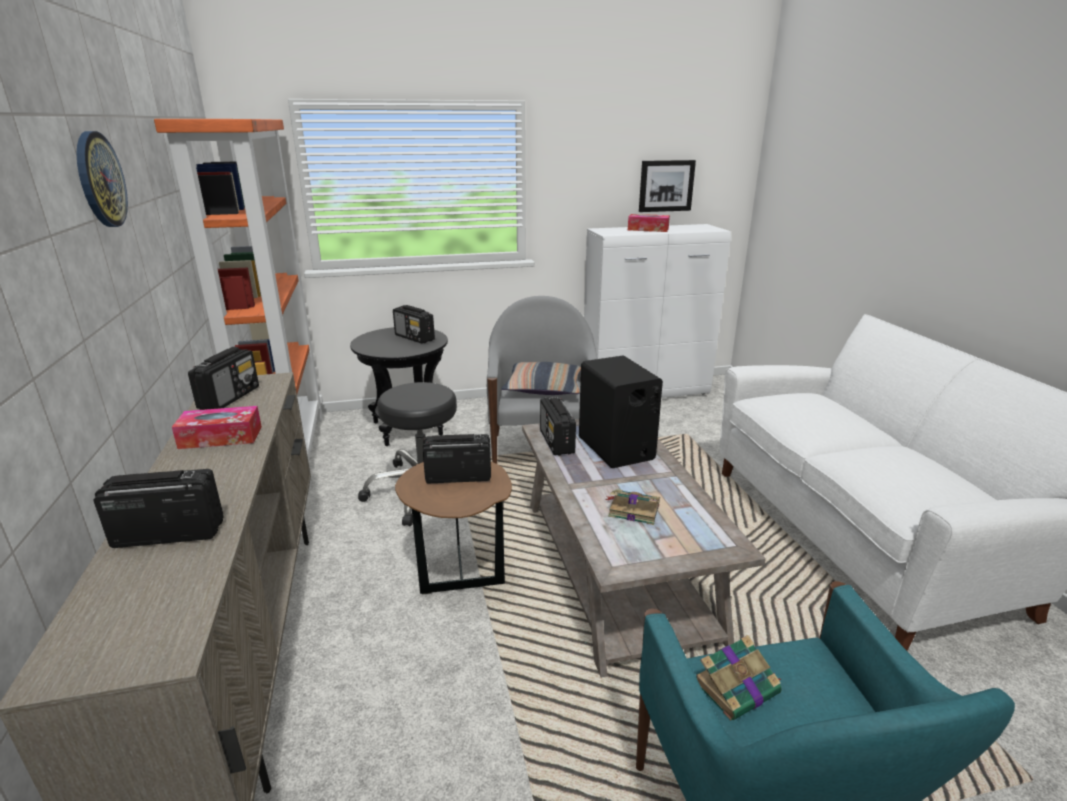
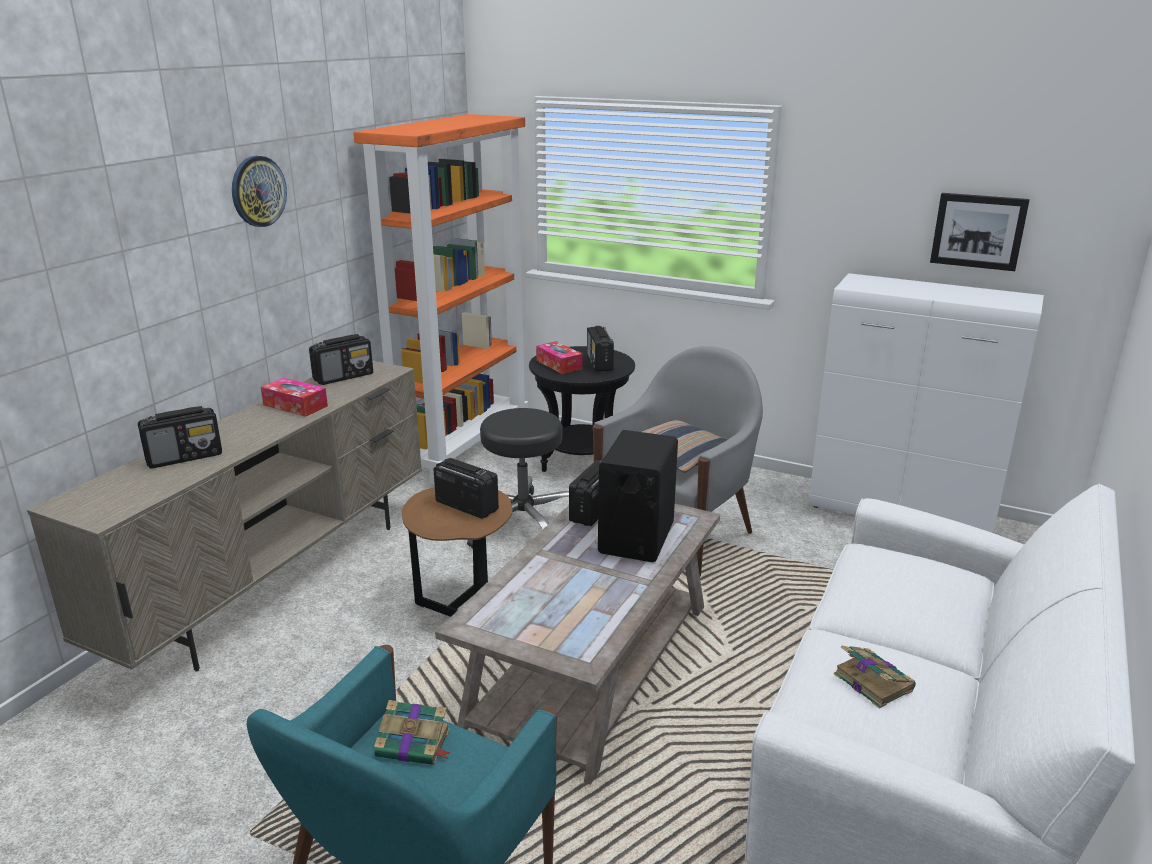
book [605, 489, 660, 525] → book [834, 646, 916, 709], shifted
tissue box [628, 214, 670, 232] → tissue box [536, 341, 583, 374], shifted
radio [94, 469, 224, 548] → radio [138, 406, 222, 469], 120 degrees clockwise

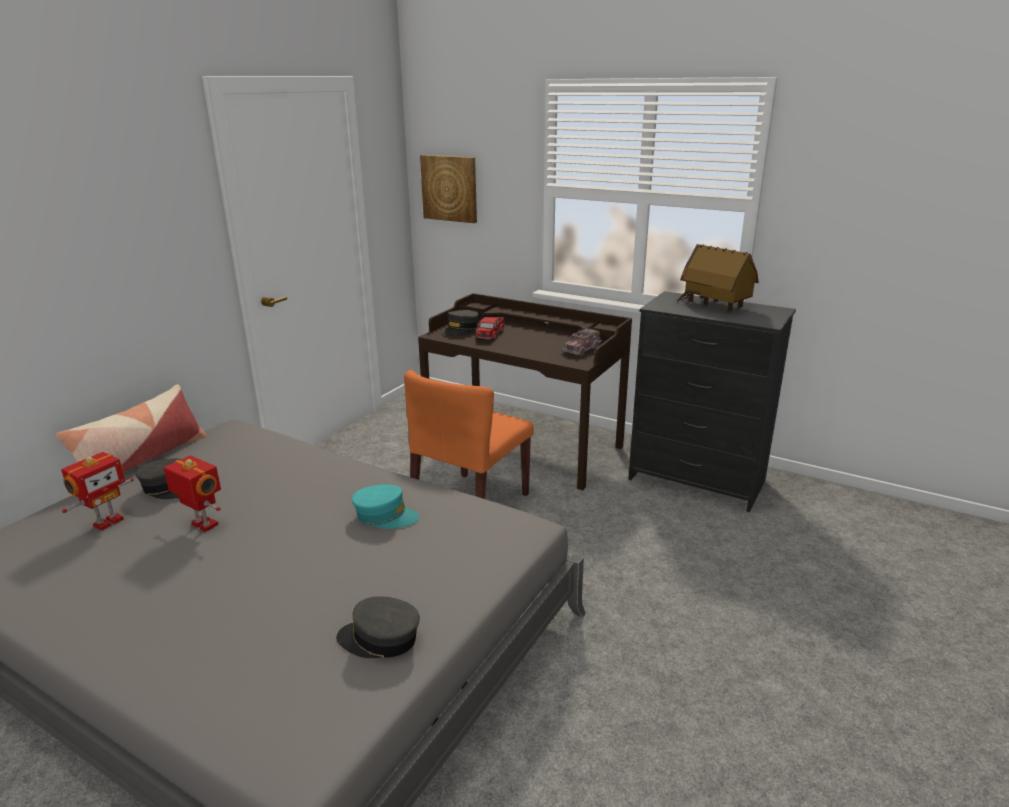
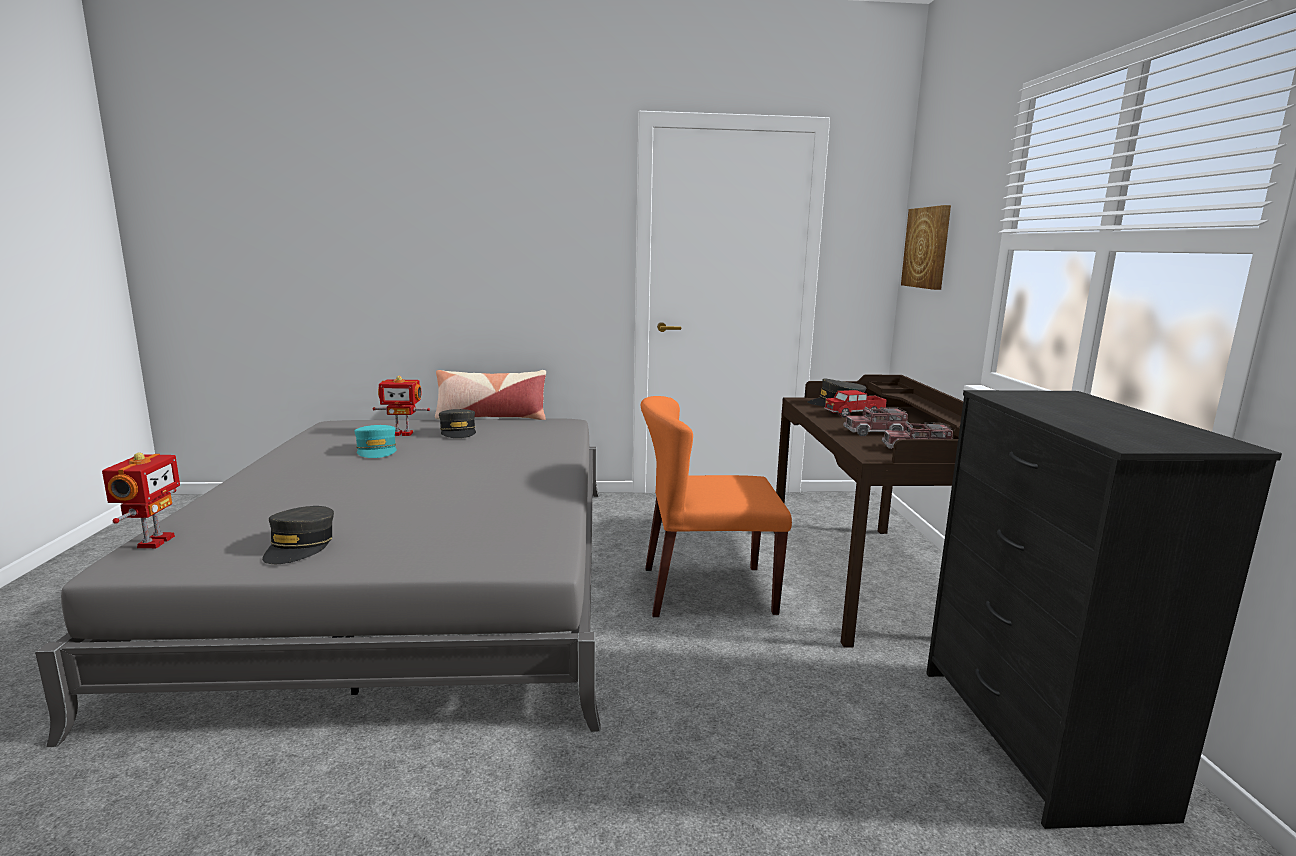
toy house [677, 244, 759, 311] → -
- → toy truck [843, 407, 909, 436]
toy robot [164, 455, 221, 532] → toy robot [102, 452, 180, 548], shifted
cap (turquoise) [352, 484, 419, 529] → cap (turquoise) [354, 425, 397, 458], shifted
cap (grey) [336, 596, 420, 658] → cap (grey) [262, 506, 334, 564], 150 degrees counterclockwise

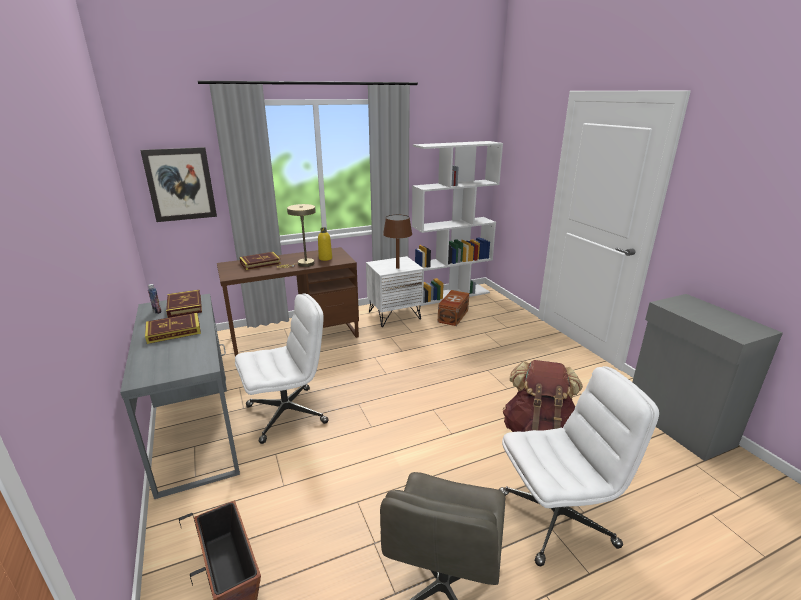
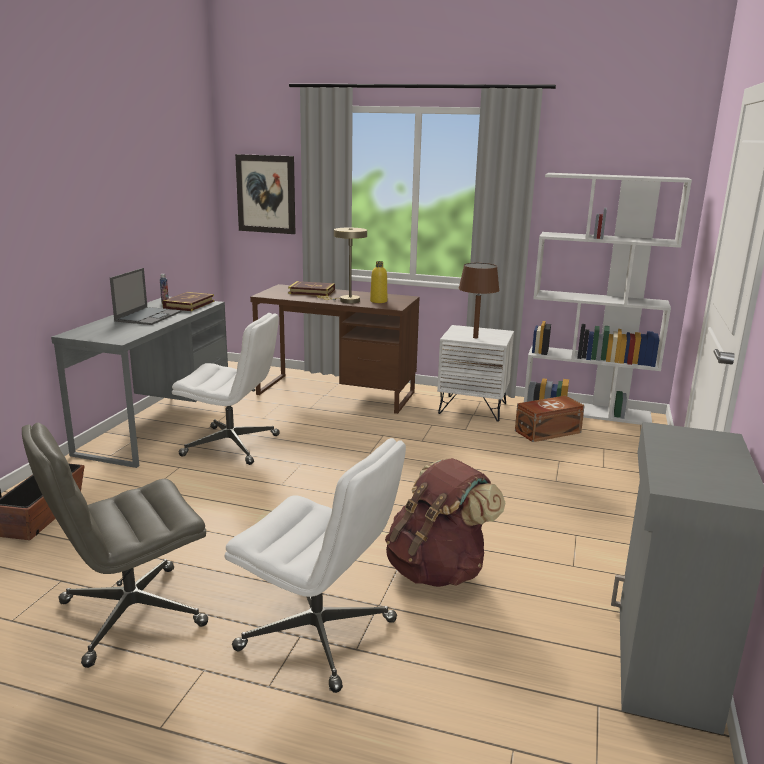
book [145, 313, 201, 344] → laptop [110, 268, 182, 325]

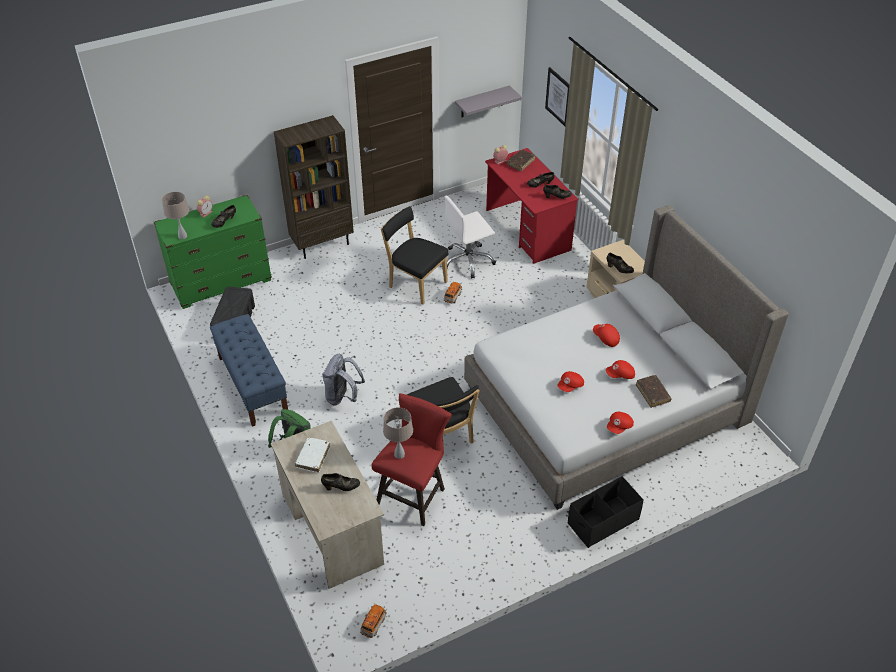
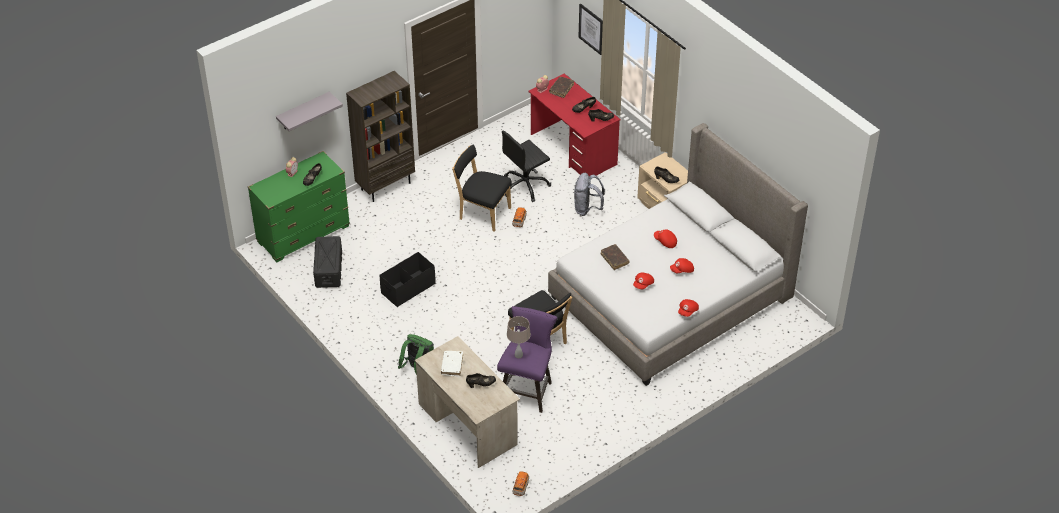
table lamp (beige) [162, 192, 189, 239] → -
bench (blue) [210, 314, 288, 427] → -
backpack (grey) [322, 354, 365, 406] → backpack (grey) [574, 173, 605, 216], shifted
shelf (grey) [455, 85, 522, 117] → shelf (grey) [276, 92, 343, 131], shifted
storage box (black) [568, 476, 644, 548] → storage box (black) [380, 252, 436, 307], shifted
book (brown) [636, 375, 672, 408] → book (brown) [601, 244, 630, 270], shifted
stool (red) [371, 393, 452, 526] → stool (purple) [497, 306, 557, 413]
office chair (white) [445, 196, 496, 279] → office chair (black) [502, 130, 551, 202]

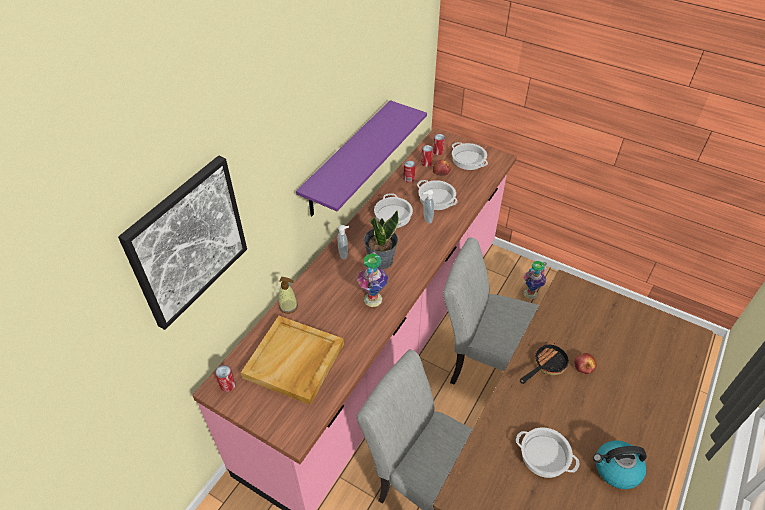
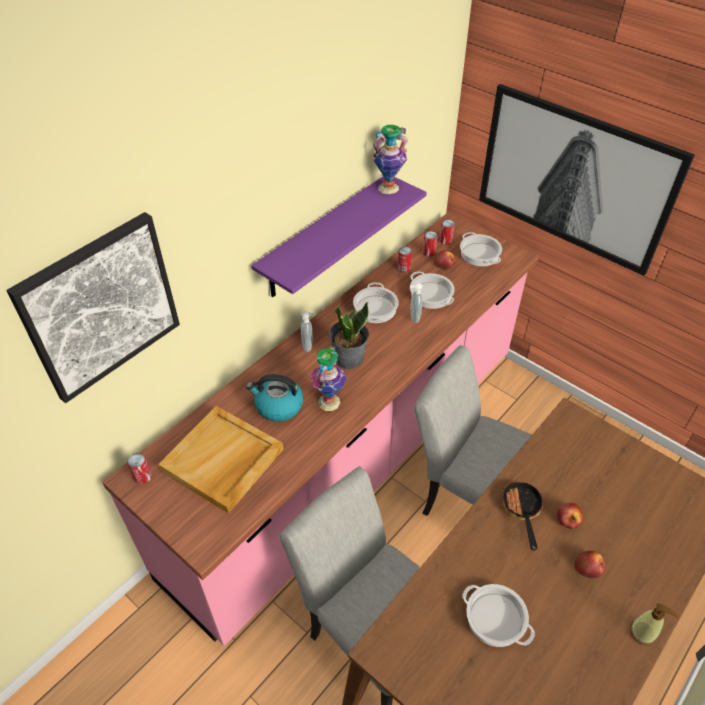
- → picture [479, 84, 695, 276]
- → apple [575, 551, 605, 578]
soap dispenser [279, 277, 298, 314] → soap dispenser [630, 603, 678, 646], shifted
vase [523, 261, 547, 299] → vase [373, 125, 408, 194], shifted
kettle [593, 440, 647, 489] → kettle [246, 374, 303, 422], shifted
frying pan [520, 342, 570, 384] → frying pan [502, 482, 543, 551], 60 degrees counterclockwise

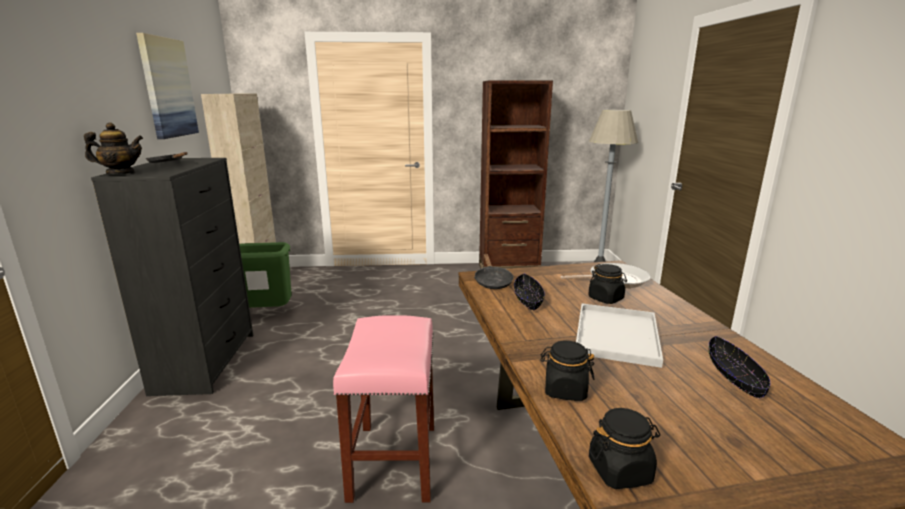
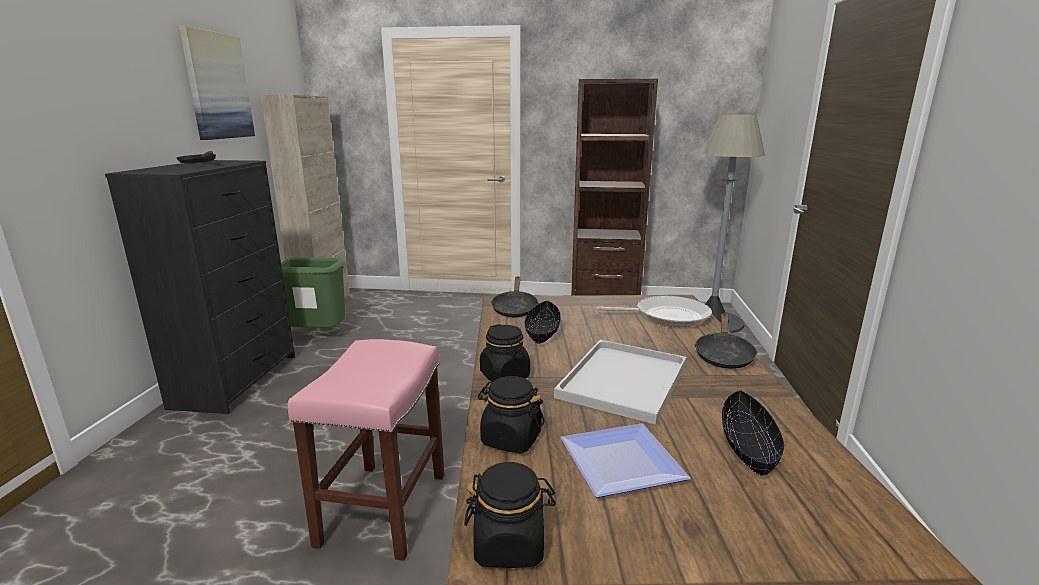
teapot [84, 122, 143, 174] → -
- → plate [560, 424, 690, 498]
- → frying pan (black) [694, 313, 758, 369]
jar (black) [588, 264, 627, 304] → jar (black) [480, 324, 530, 382], shifted

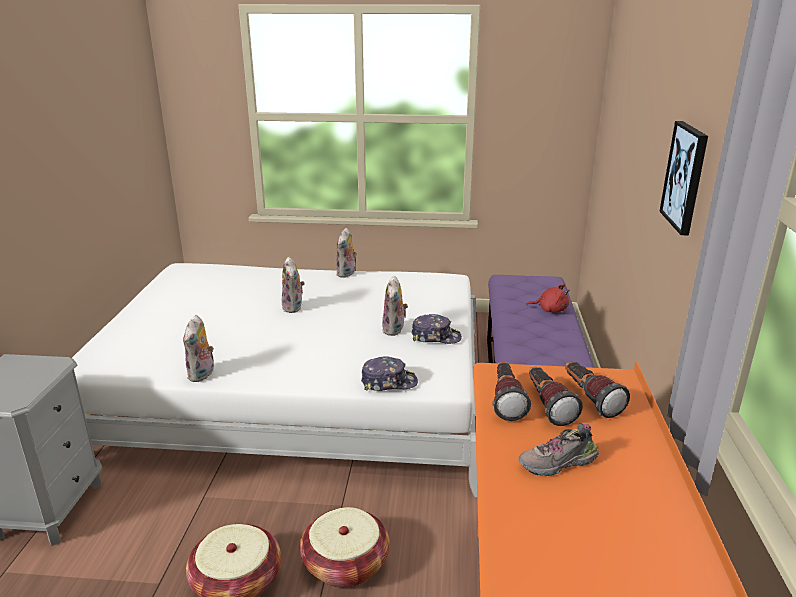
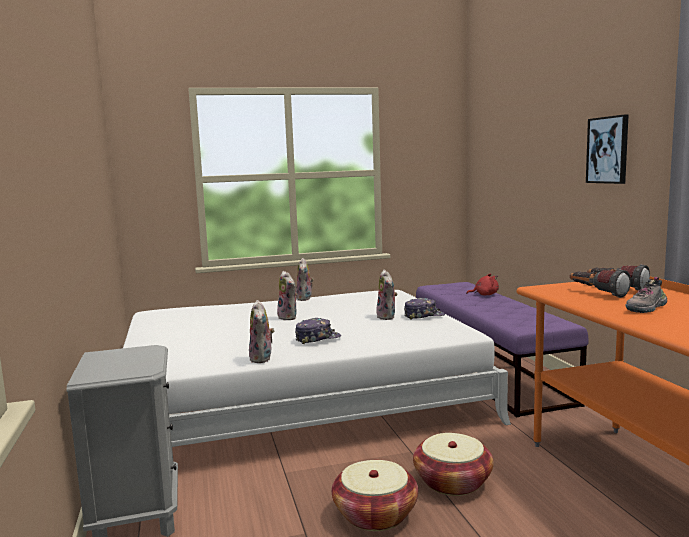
flashlight [492, 362, 531, 421] → -
cap [361, 356, 418, 391] → cap [295, 318, 341, 344], shifted

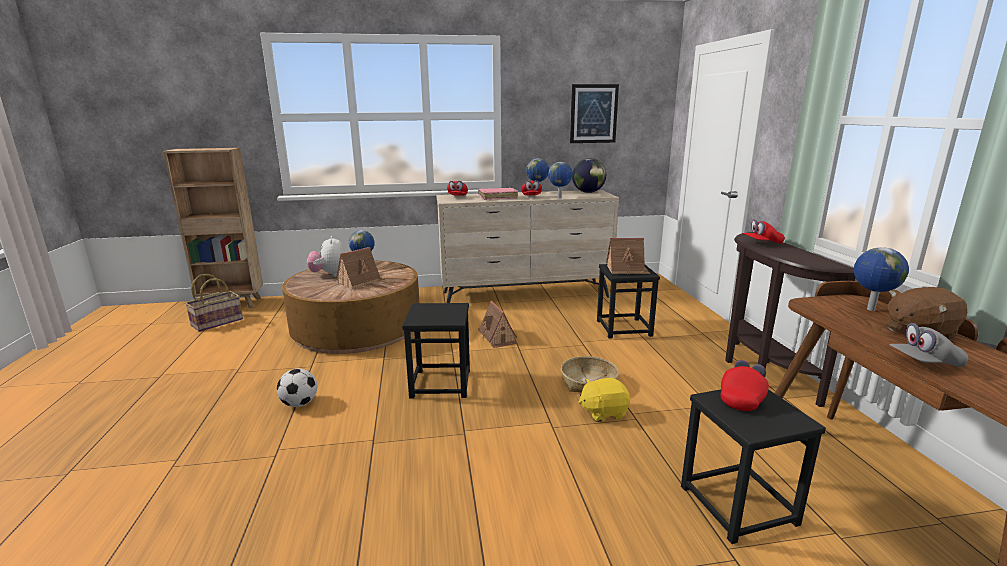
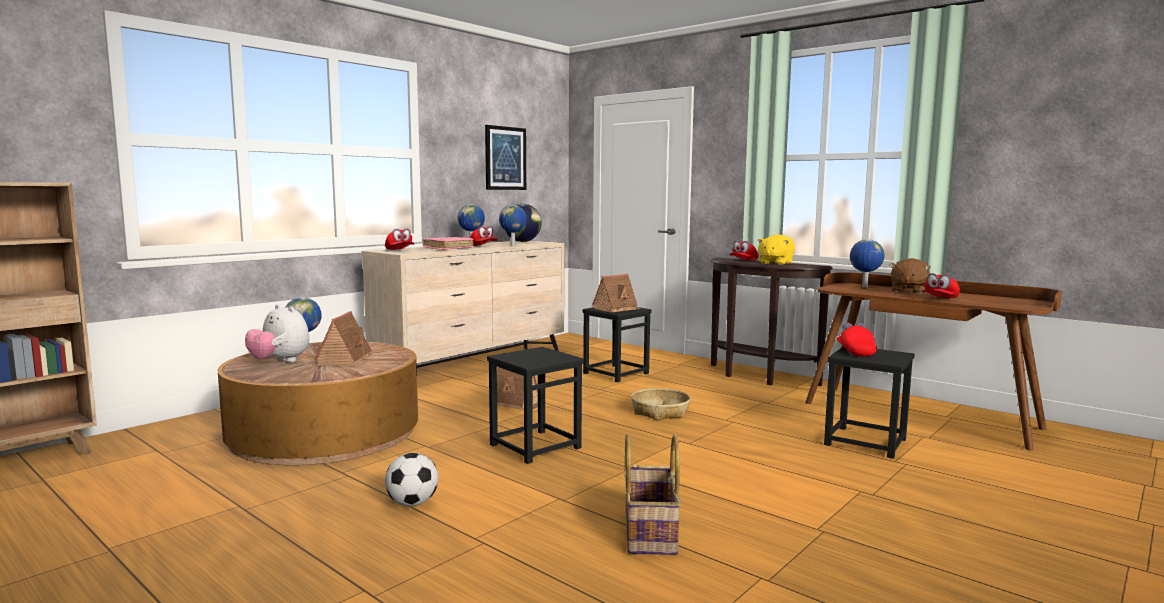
basket [185, 274, 243, 332] → basket [625, 434, 681, 555], shifted
plush toy (yellow) [578, 378, 630, 422] → plush toy (yellow) [757, 235, 795, 265], shifted
cap (grey) [889, 323, 969, 367] → cap (red) [923, 273, 960, 298]

